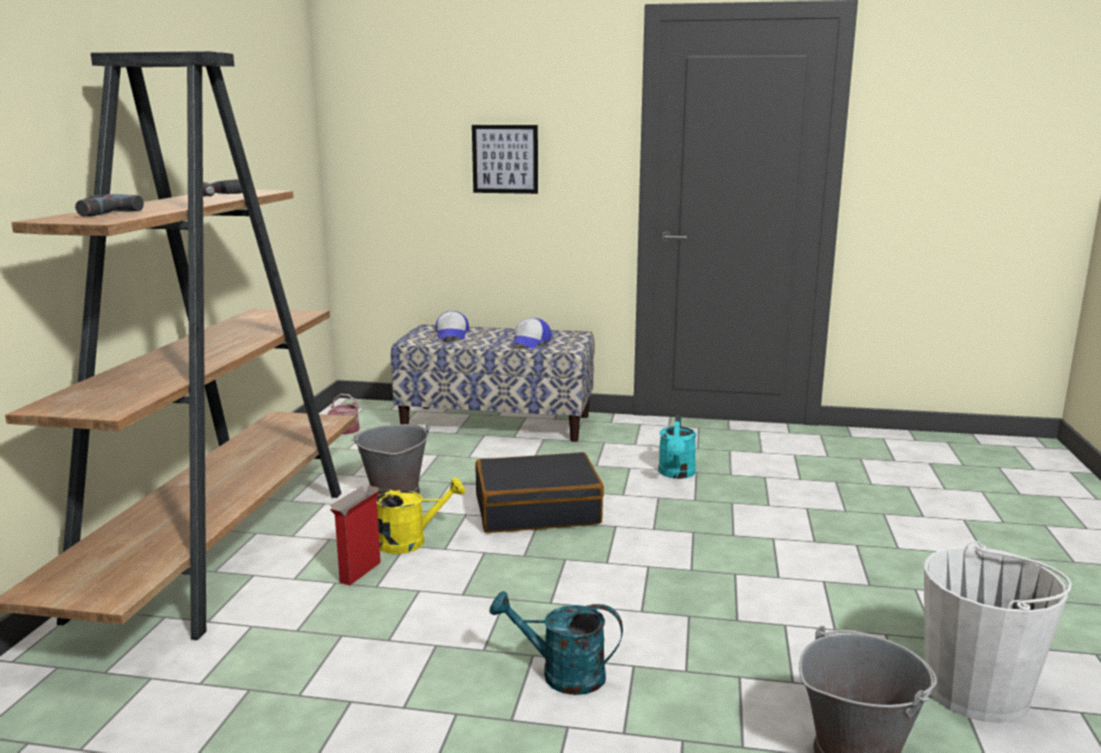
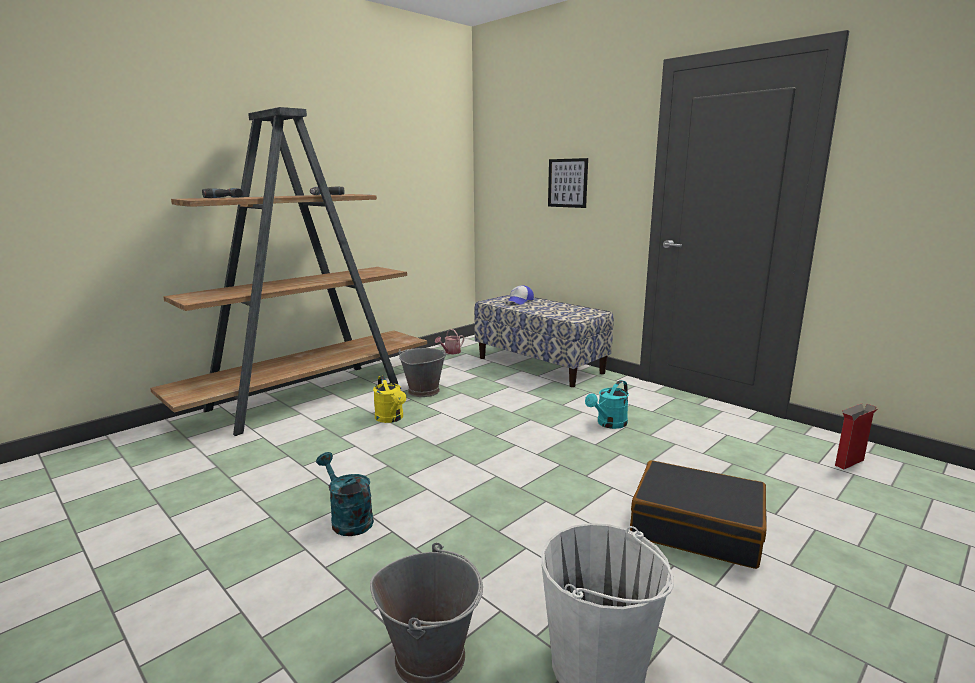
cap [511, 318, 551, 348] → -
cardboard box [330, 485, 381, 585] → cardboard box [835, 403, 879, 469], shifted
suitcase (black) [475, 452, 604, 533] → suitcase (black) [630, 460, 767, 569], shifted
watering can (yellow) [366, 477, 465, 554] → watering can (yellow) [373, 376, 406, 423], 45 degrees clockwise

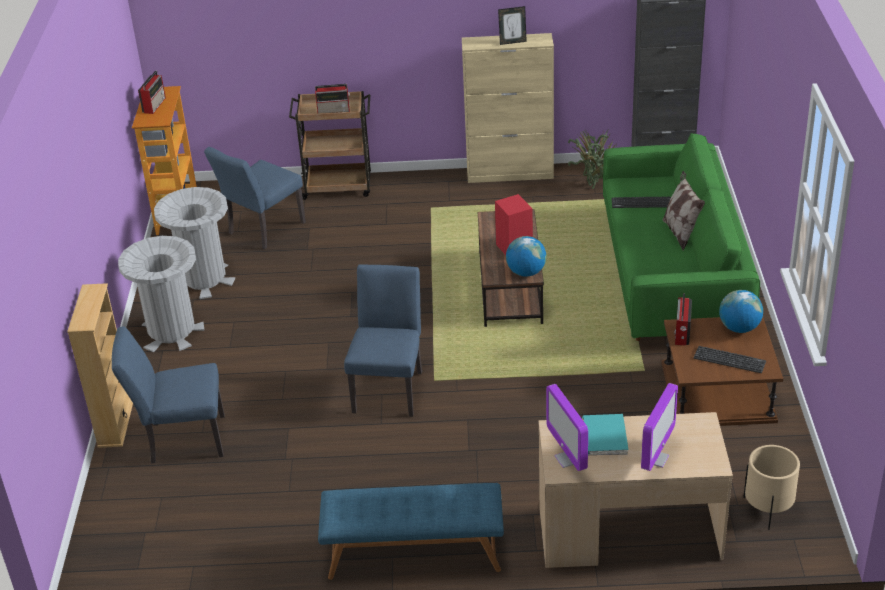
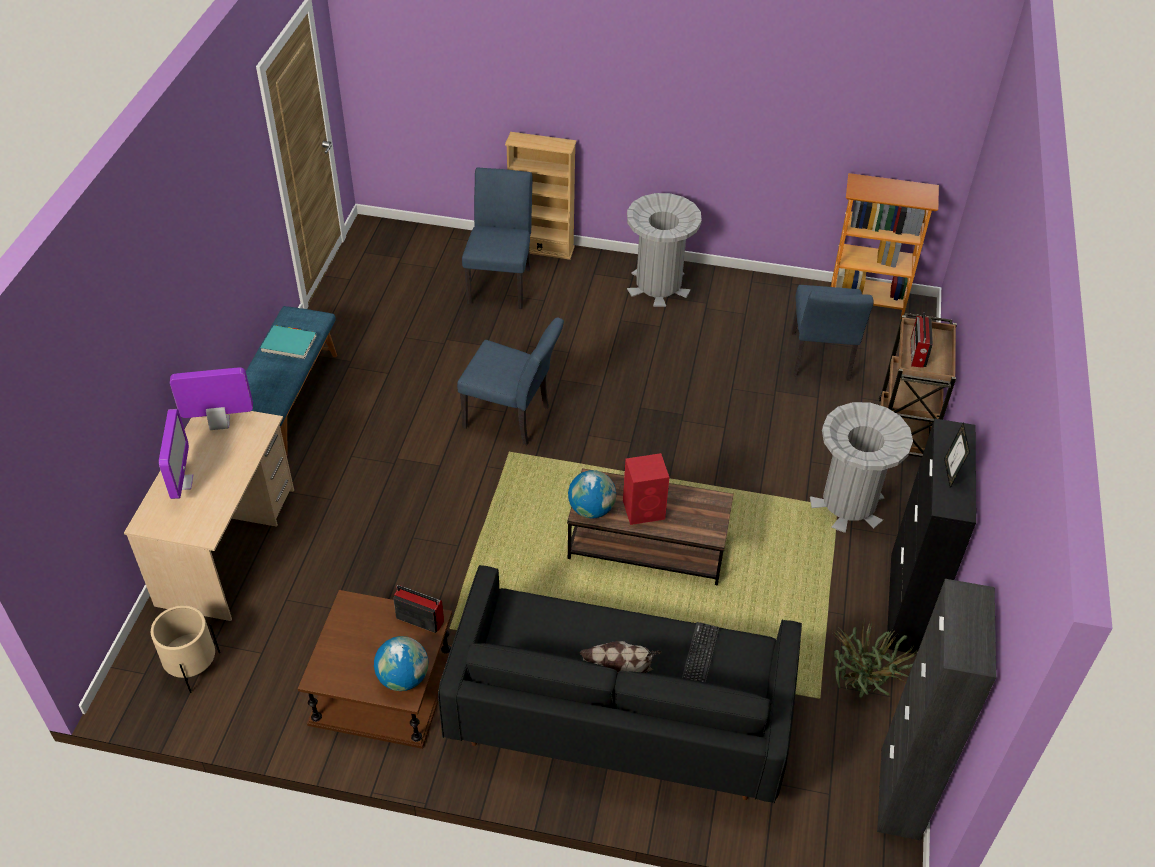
radio [138, 71, 166, 114] → -
keyboard [693, 346, 766, 373] → -
trash can (grey) [154, 187, 235, 299] → trash can (grey) [810, 402, 913, 533], shifted
book (turquoise) [582, 414, 629, 456] → book (turquoise) [260, 326, 317, 359], shifted
cabinet (beige) [462, 33, 554, 183] → cabinet (black) [887, 418, 976, 653]
sofa (green) [603, 133, 760, 341] → sofa (black) [438, 565, 802, 803]
chair (blue) [204, 147, 306, 249] → chair (blue) [792, 285, 874, 381], 135 degrees counterclockwise
monitor [641, 383, 678, 471] → monitor [159, 409, 193, 499], 135 degrees counterclockwise

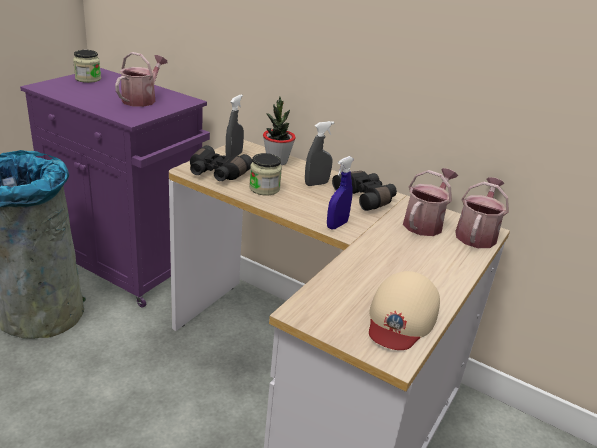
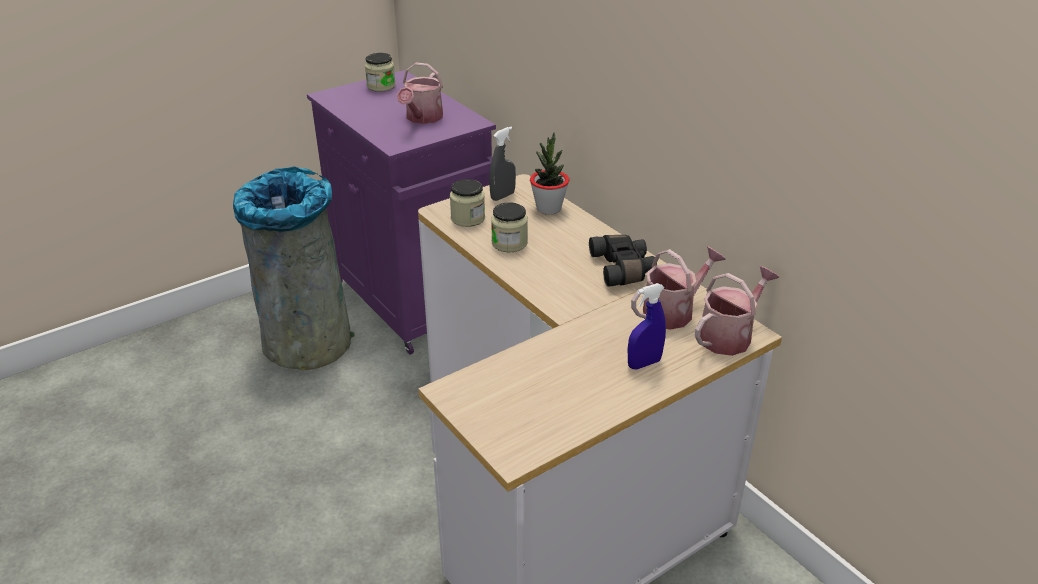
spray bottle (grey) [305, 121, 334, 186] → -
cap (beige) [369, 271, 440, 350] → -
spray bottle (blue) [327, 156, 354, 230] → spray bottle (blue) [628, 283, 666, 369], shifted
binoculars (black) [190, 145, 253, 181] → jar [450, 179, 485, 227]
watering can [115, 52, 167, 107] → watering can [397, 62, 443, 124], 150 degrees clockwise

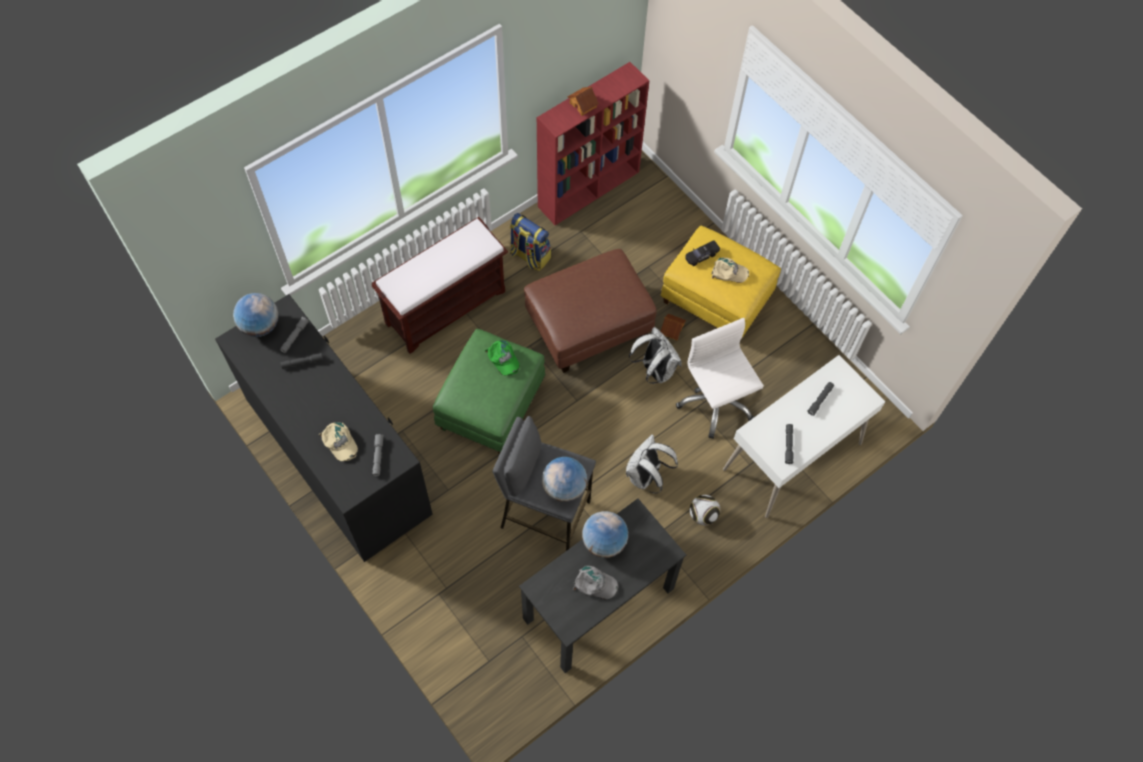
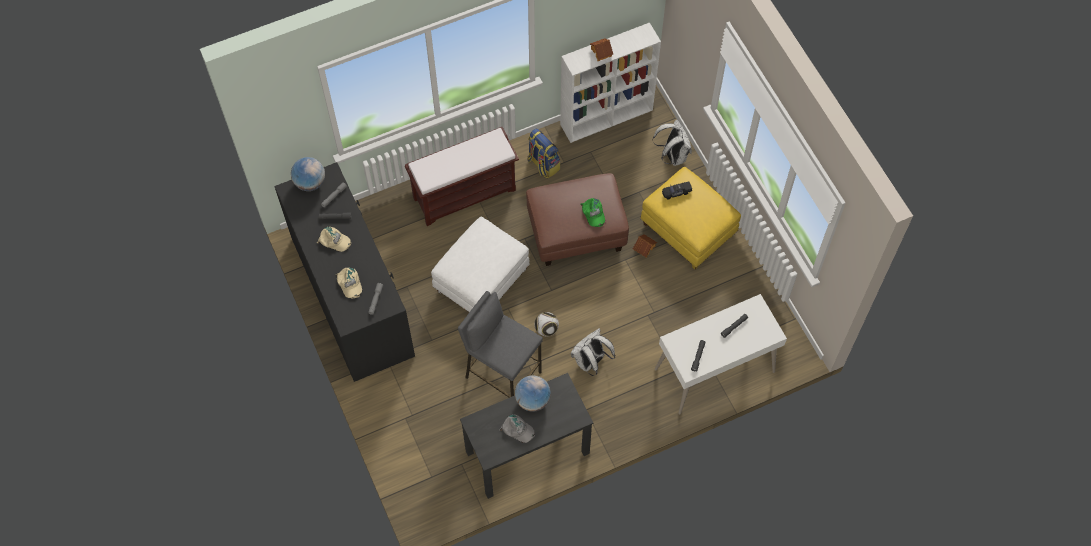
globe [542, 457, 587, 502] → -
office chair (white) [676, 318, 764, 439] → -
cap (green) [485, 340, 520, 376] → cap (green) [581, 198, 605, 227], shifted
backpack (white) [629, 327, 682, 384] → backpack (white) [653, 120, 692, 166], shifted
football [690, 495, 720, 525] → football [535, 312, 559, 336], shifted
cap (beige) [711, 258, 749, 283] → cap (beige) [317, 227, 351, 252], shifted
ottoman (green) [433, 329, 546, 454] → ottoman (white) [431, 217, 530, 312]
bookcase (red) [537, 62, 649, 225] → bookcase (white) [560, 22, 661, 143]

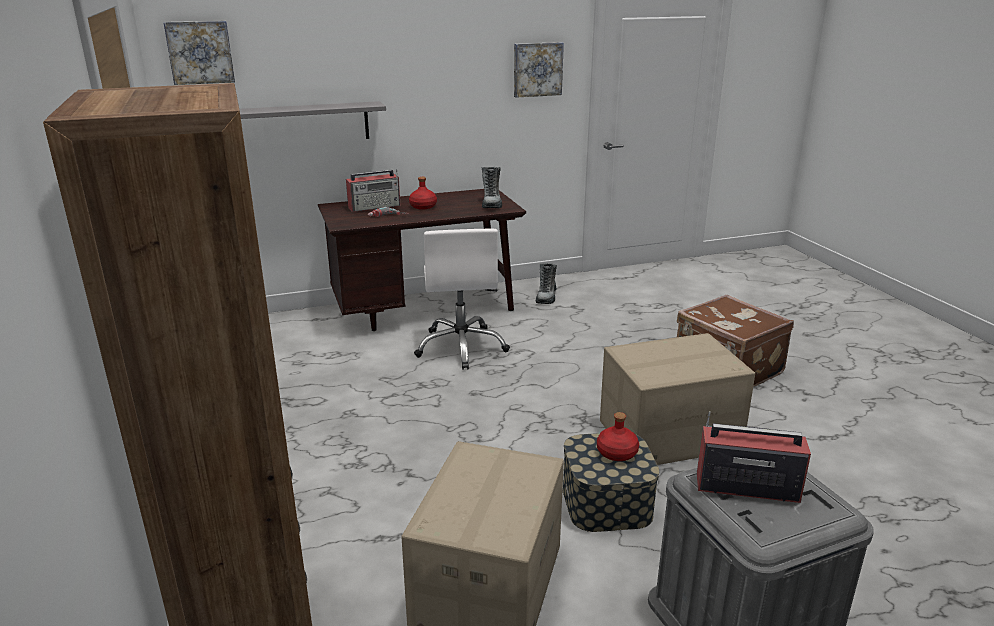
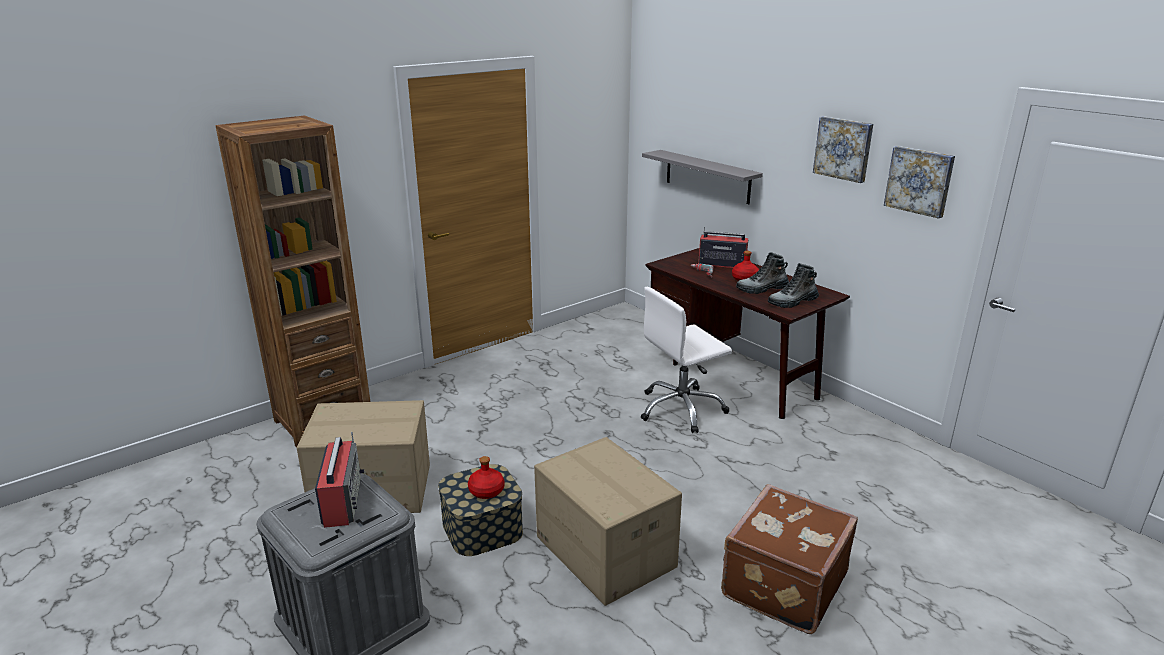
picture [163, 21, 235, 85] → picture [813, 116, 873, 183], shifted
boot [536, 263, 557, 304] → boot [736, 253, 789, 294], shifted
radio [346, 169, 400, 212] → radio [698, 227, 749, 268], 150 degrees clockwise

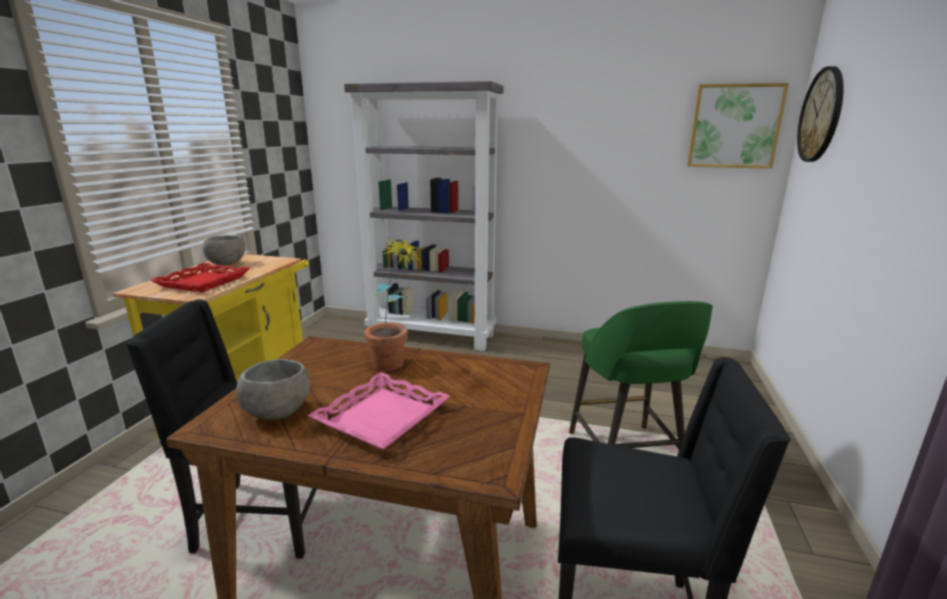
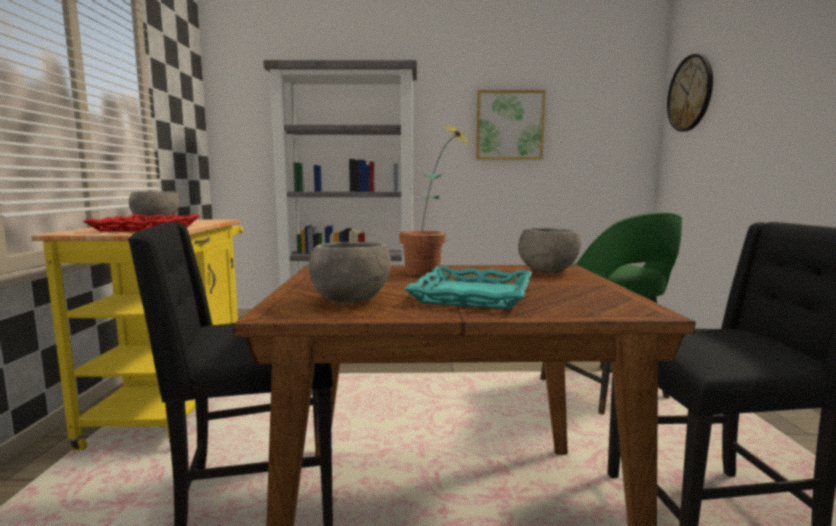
- → bowl (grey) [518, 228, 581, 273]
picture [687, 83, 789, 169] → picture [476, 90, 546, 159], shifted
tray (pink) [307, 372, 450, 450] → tray (turquoise) [404, 266, 532, 309]

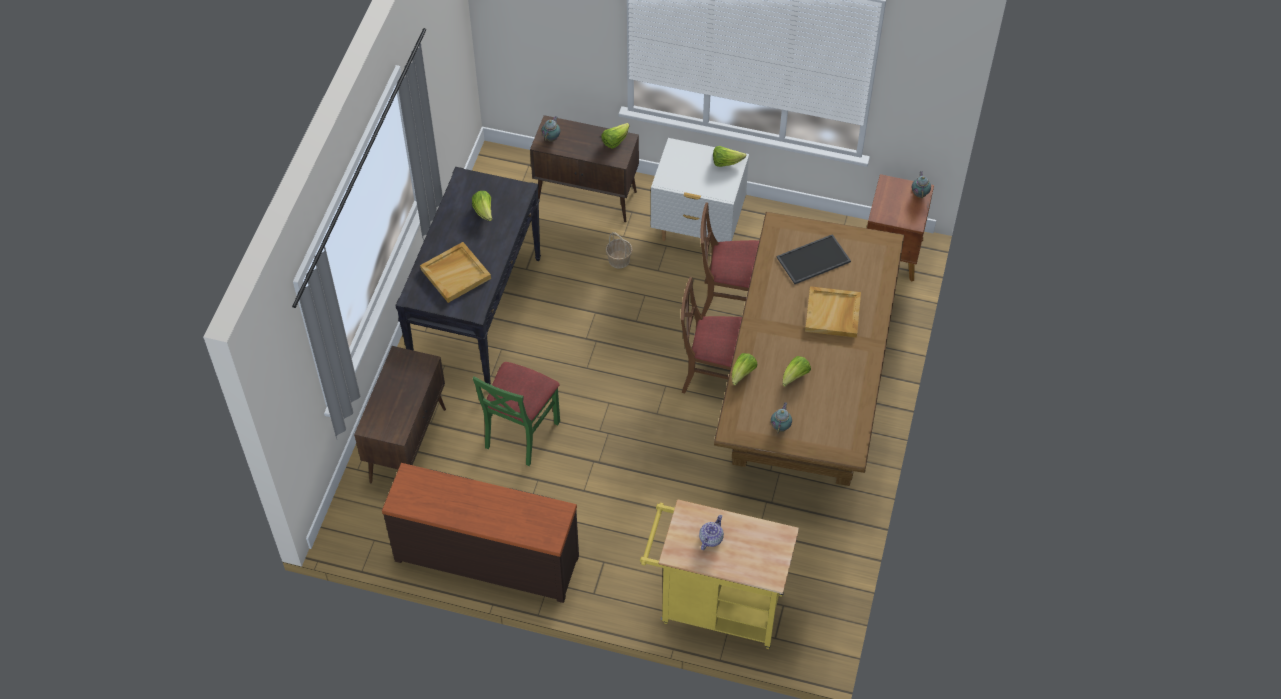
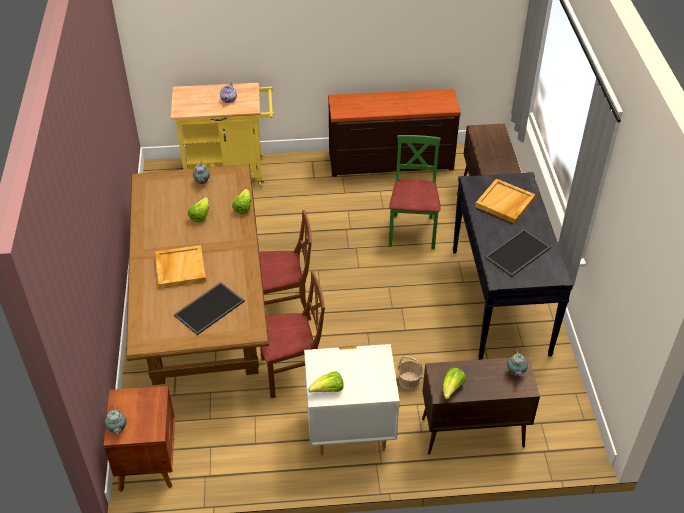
lettuce [472, 191, 492, 221] → tray [485, 229, 551, 277]

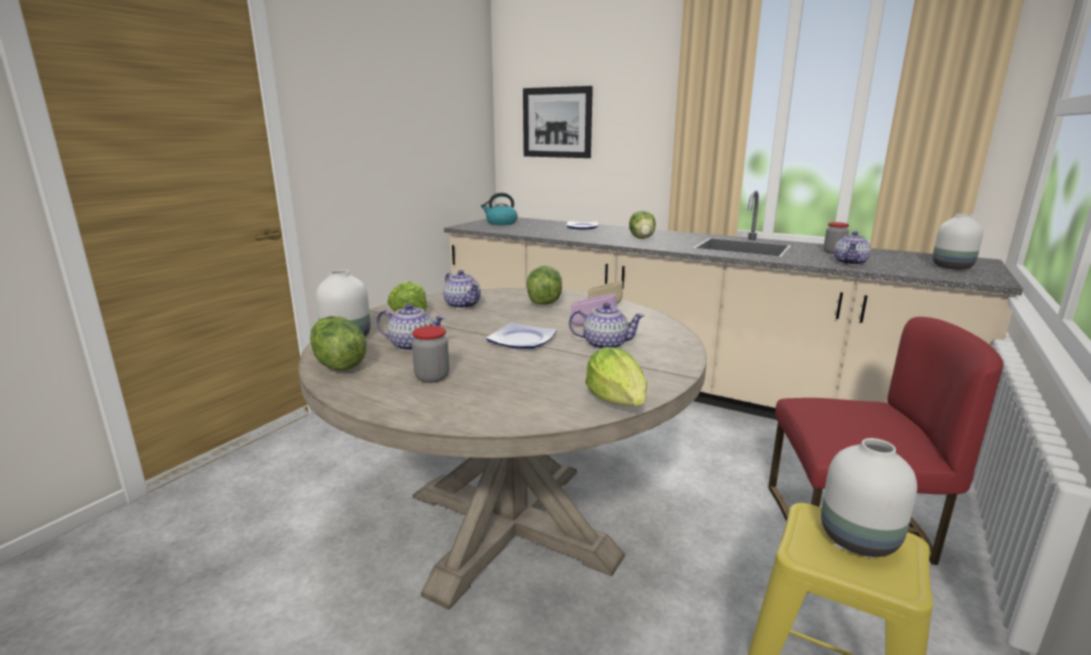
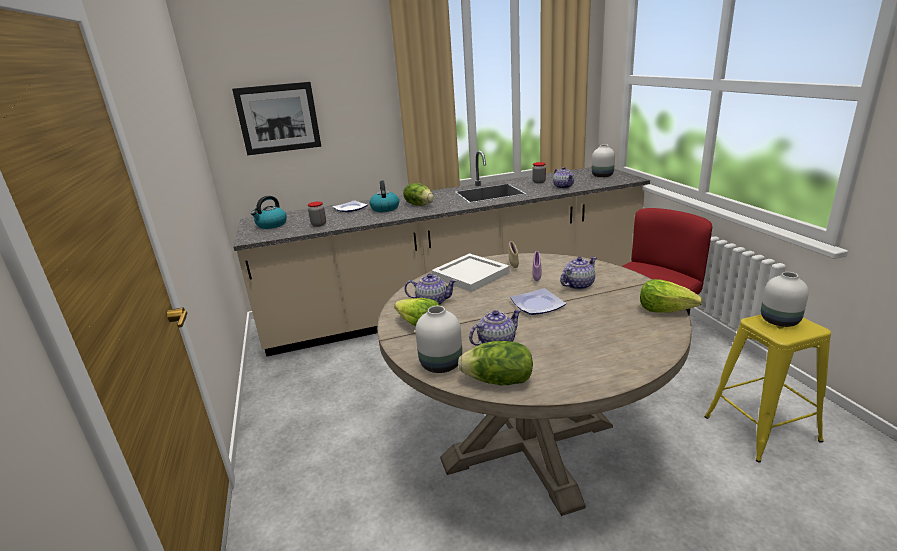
- → kettle [369, 181, 399, 212]
jar [412, 326, 449, 383] → jar [308, 201, 326, 227], shifted
lettuce [527, 266, 562, 305] → tray (white) [431, 253, 510, 292]

